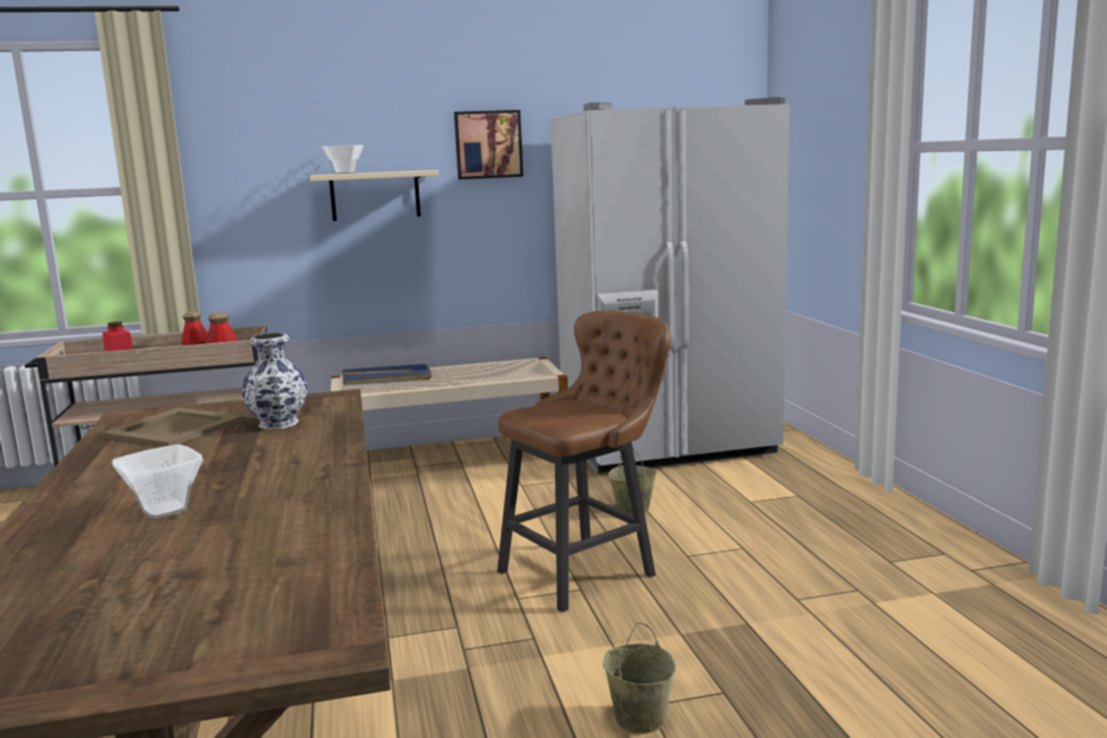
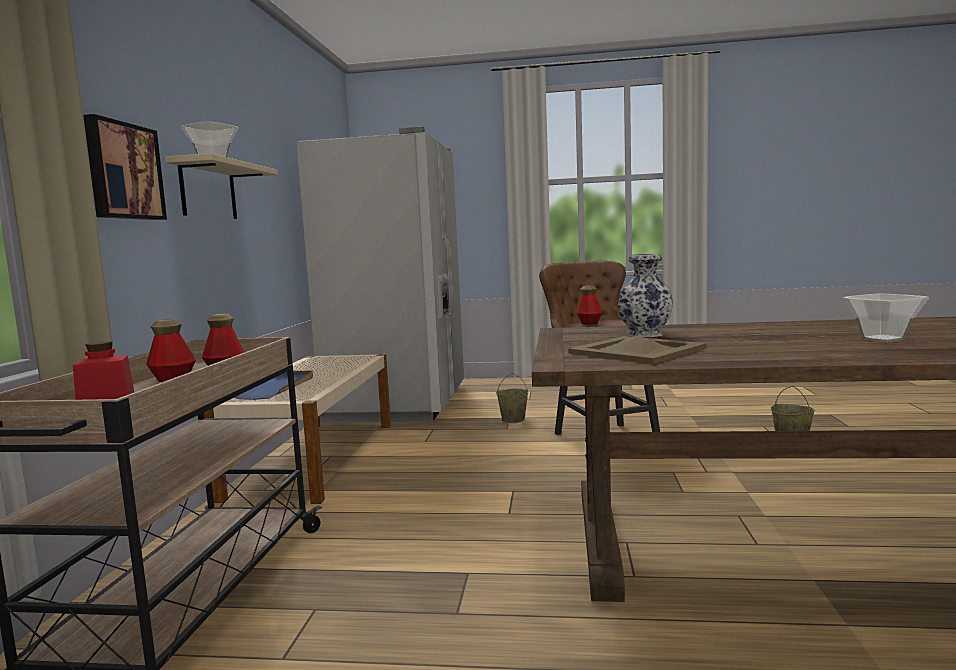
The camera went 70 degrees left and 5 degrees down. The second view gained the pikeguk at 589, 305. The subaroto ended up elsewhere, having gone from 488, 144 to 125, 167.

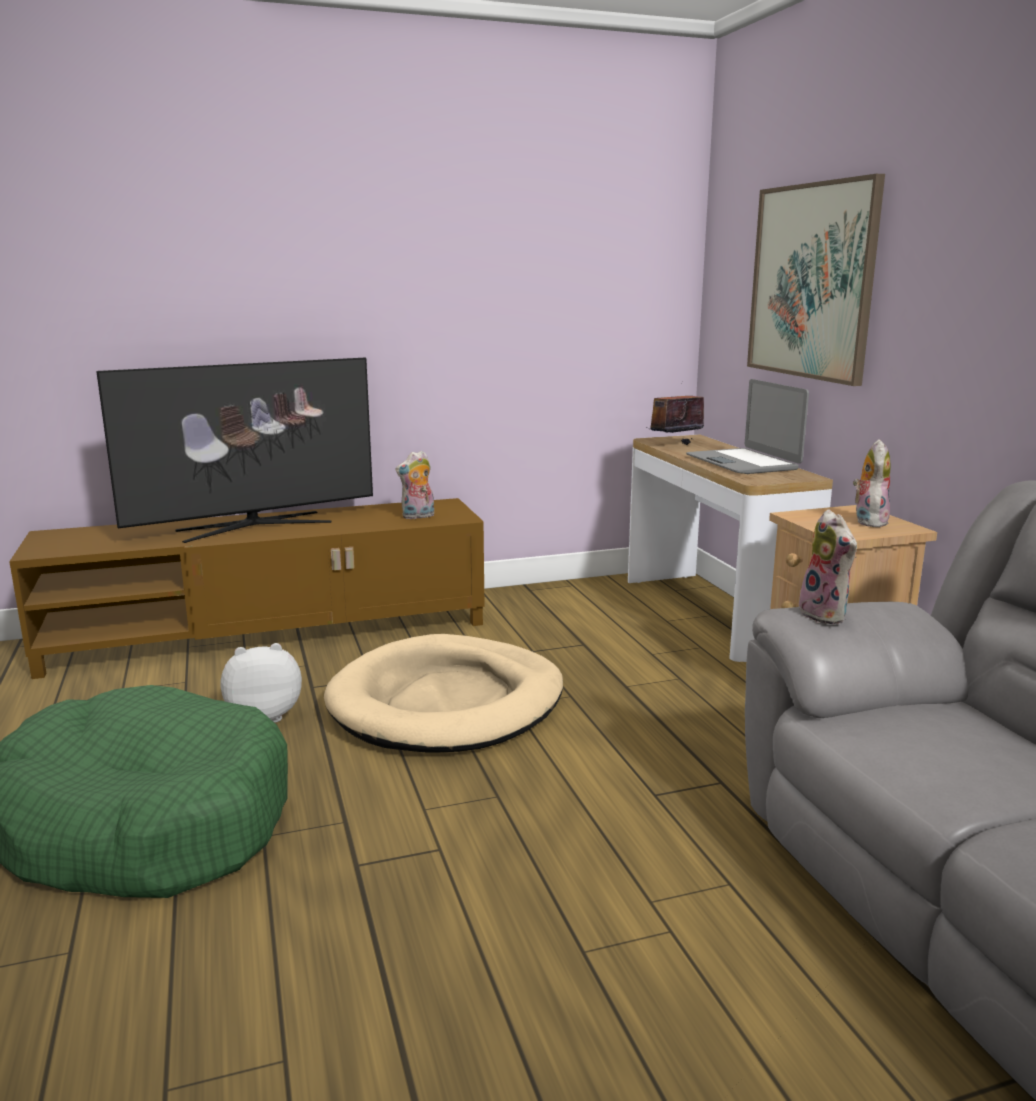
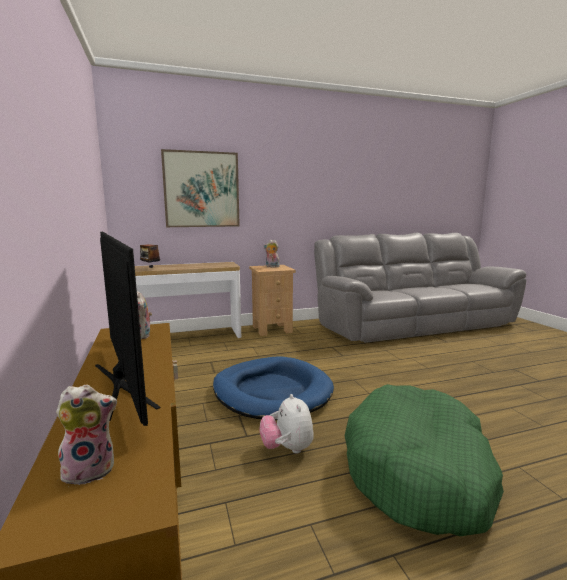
The camera went 90 degrees left and 5 degrees down. The second view lost the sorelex at 747, 426. The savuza ended up elsewhere, having gone from 825, 567 to 86, 434. What was the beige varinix at 443, 693 turned into the blue varinix at 273, 388.

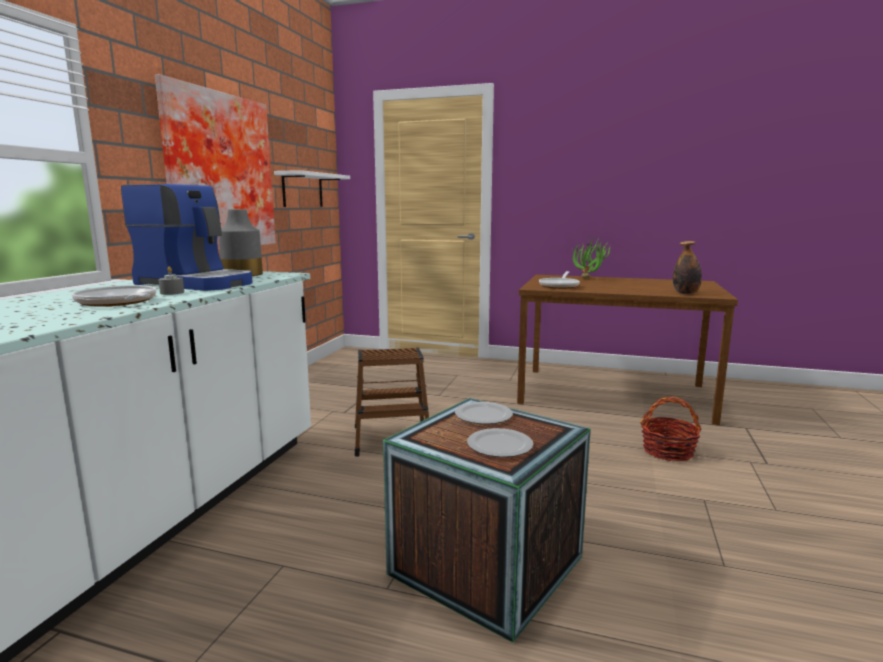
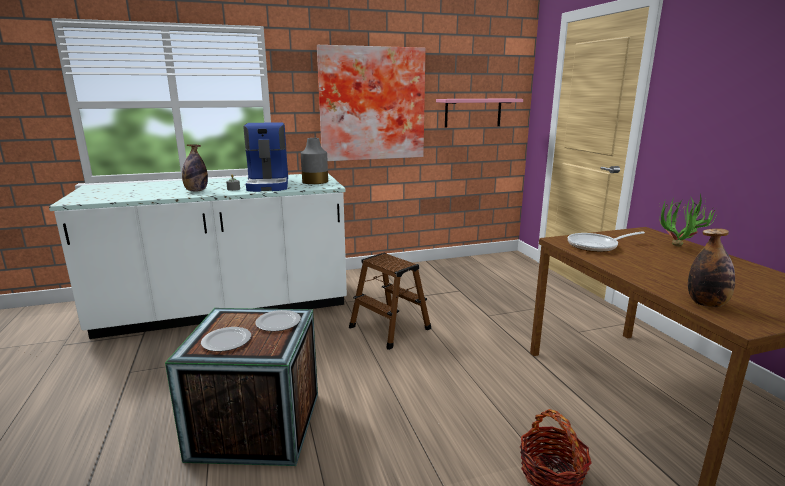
The camera went 55 degrees right and 5 degrees up. Where the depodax stood at 113, 296, the pikeguk came to stand at 195, 167. What was the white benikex at 312, 188 turned into the pink benikex at 479, 113.

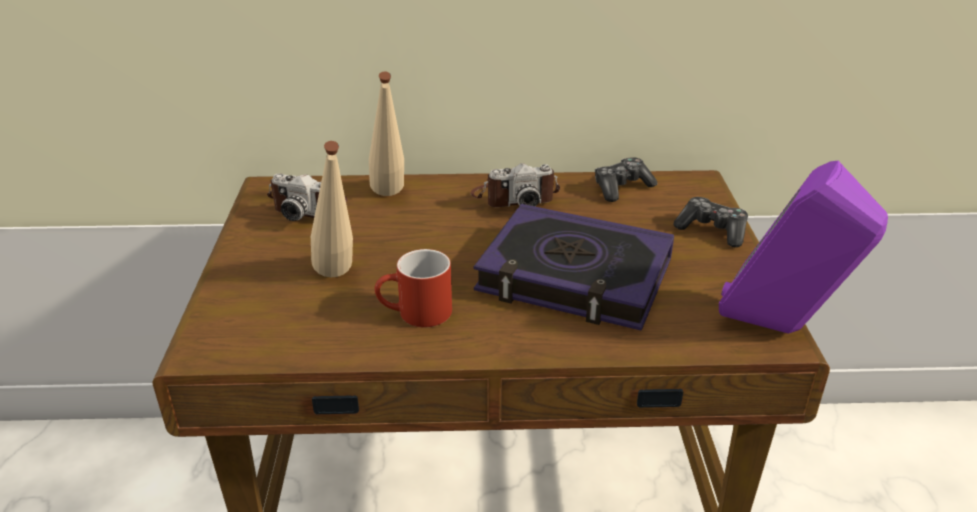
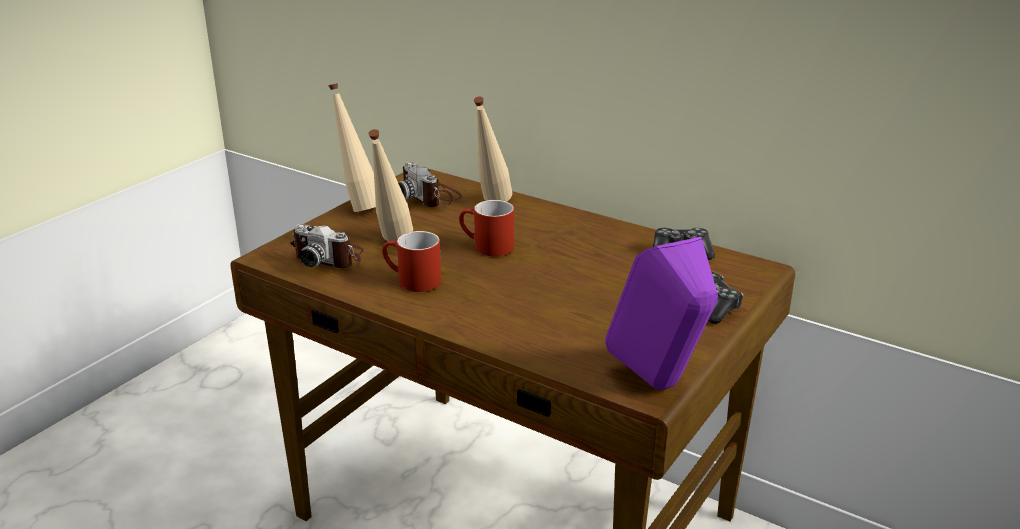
The camera went 35 degrees right and 5 degrees down. The second view lost the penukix at 574, 267. The second view gained the beige pikeguk at 352, 147. The second view gained the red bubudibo at 486, 228. The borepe ended up elsewhere, having gone from 515, 185 to 327, 246.

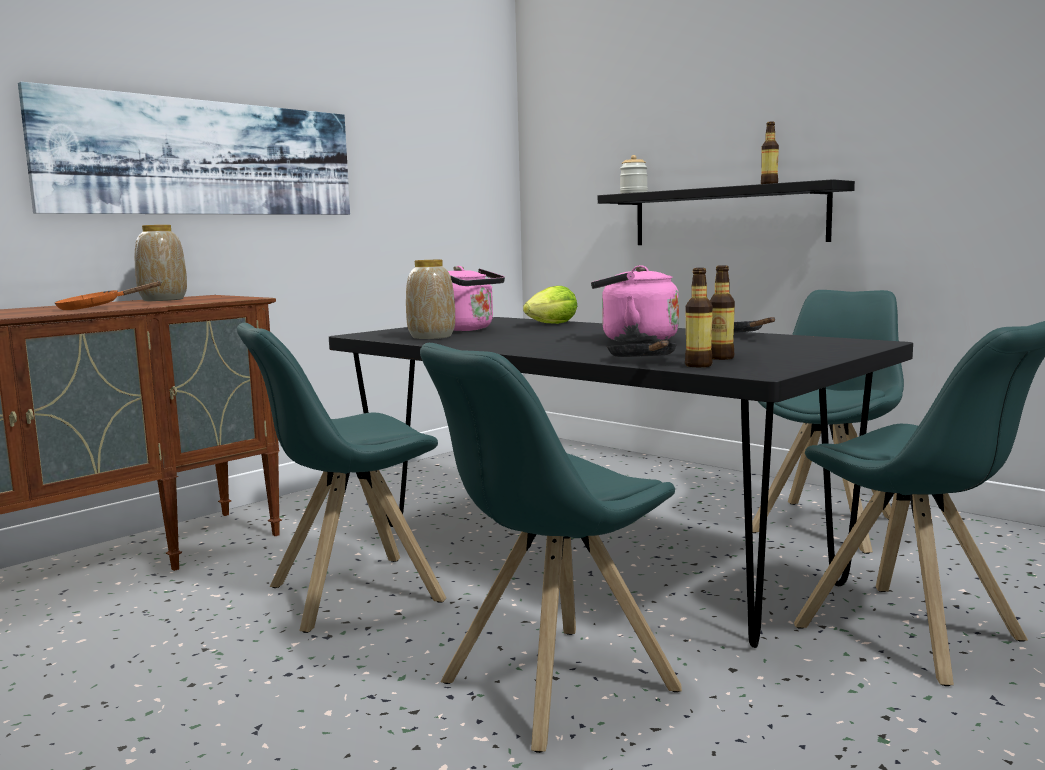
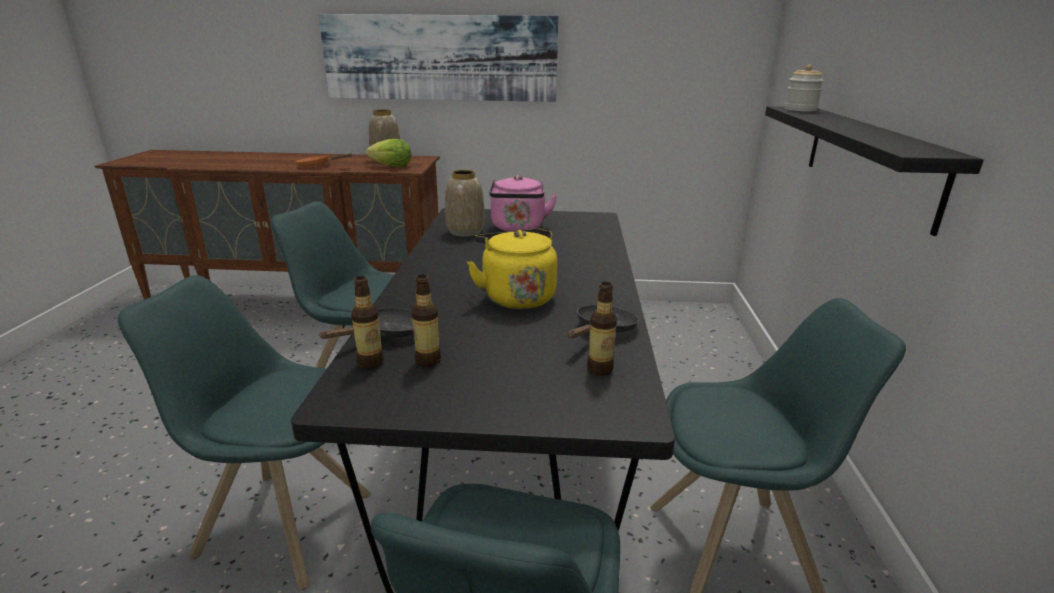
The camera went 50 degrees right and 15 degrees up. The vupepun ended up elsewhere, having gone from 550, 305 to 389, 153. The pikeguk ended up elsewhere, having gone from 770, 153 to 602, 329. What was the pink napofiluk at 635, 304 turned into the yellow napofiluk at 512, 269.

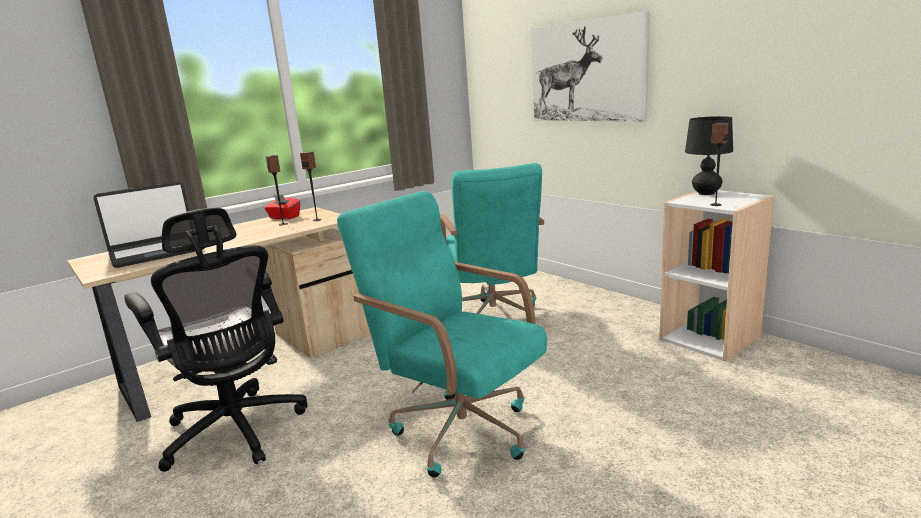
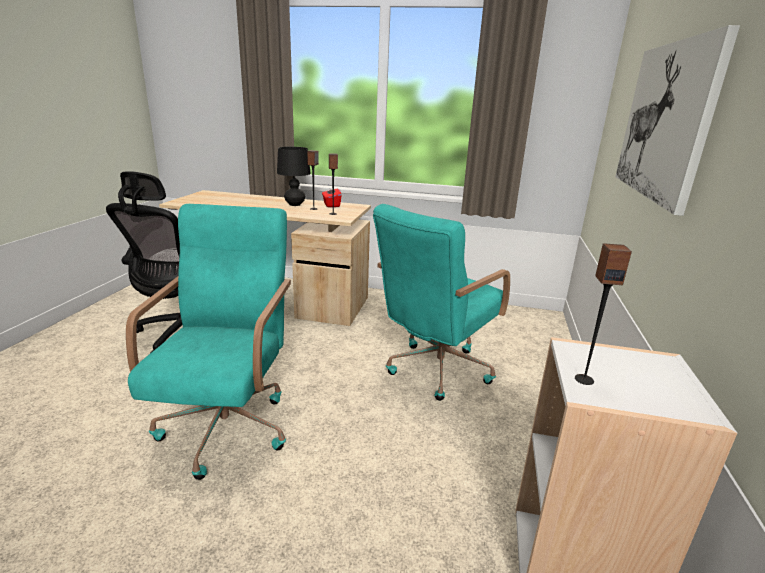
The camera went 50 degrees right and 5 degrees up. The second view lost the sorelex at 149, 225. The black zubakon ended up elsewhere, having gone from 709, 155 to 294, 176.

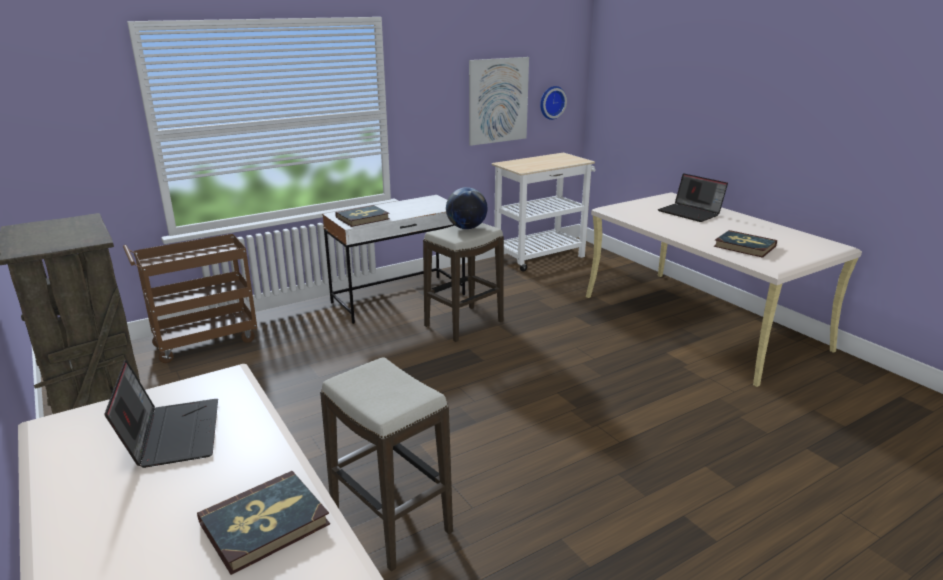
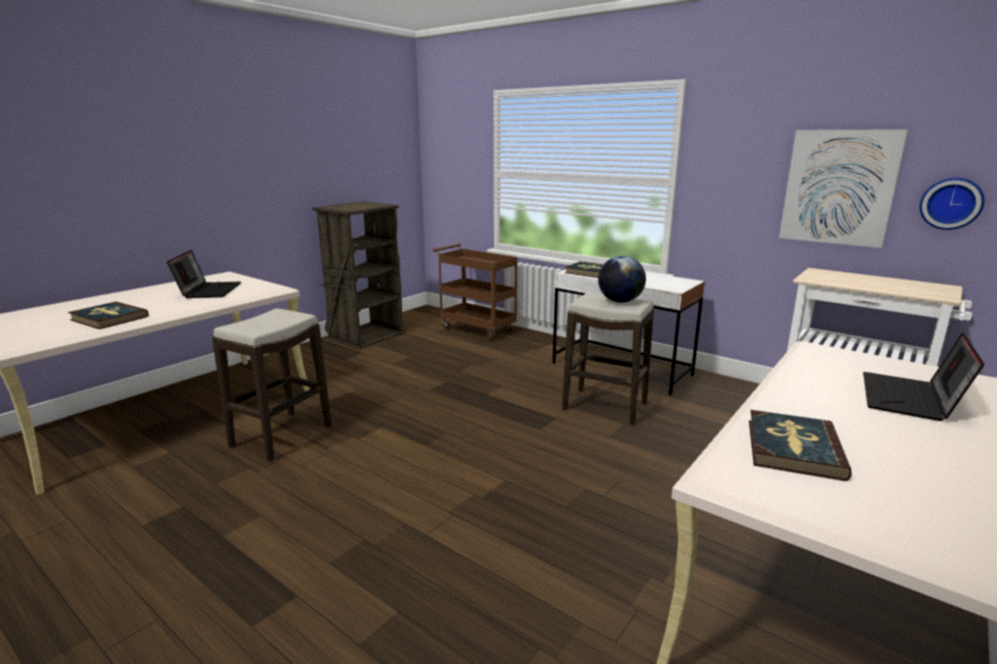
The camera went 70 degrees right and 5 degrees down. The sorelex at 161, 414 ended up facing another way, 60 degrees counterclockwise from before.

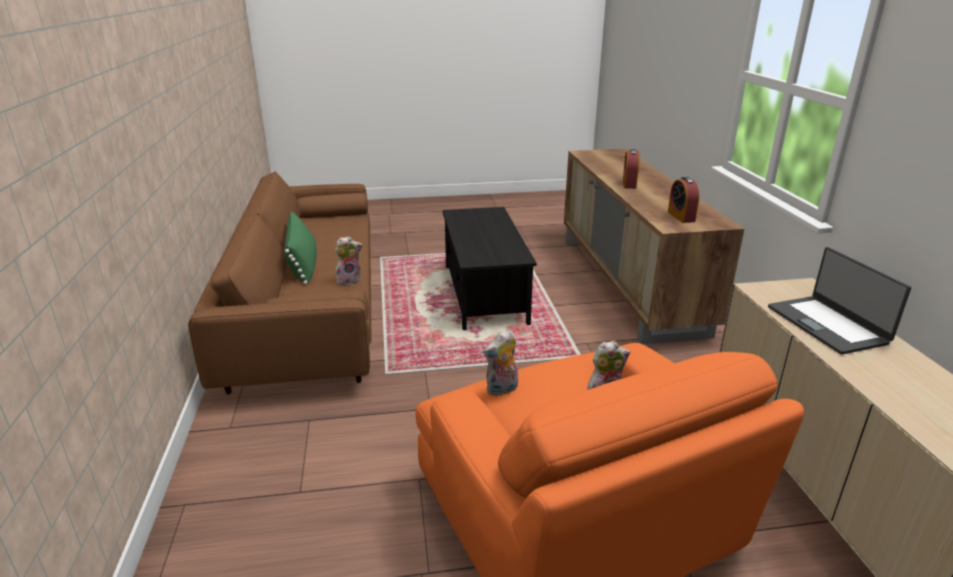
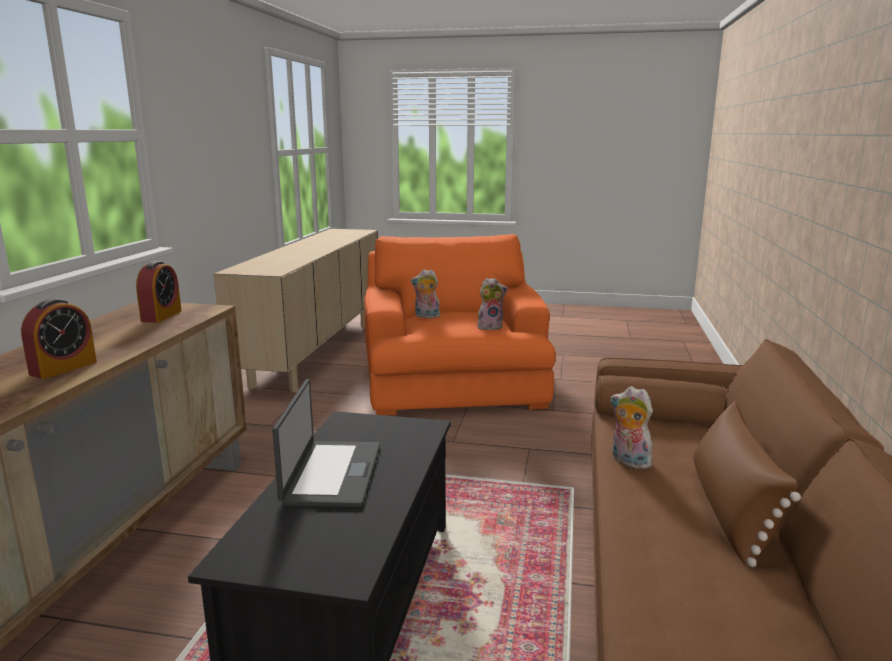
The camera went 160 degrees left and 10 degrees down. The sorelex ended up elsewhere, having gone from 839, 301 to 326, 443. What was the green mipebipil at 300, 248 turned into the brown mipebipil at 747, 484. The savuza at 348, 260 ended up facing another way, 45 degrees clockwise from before.

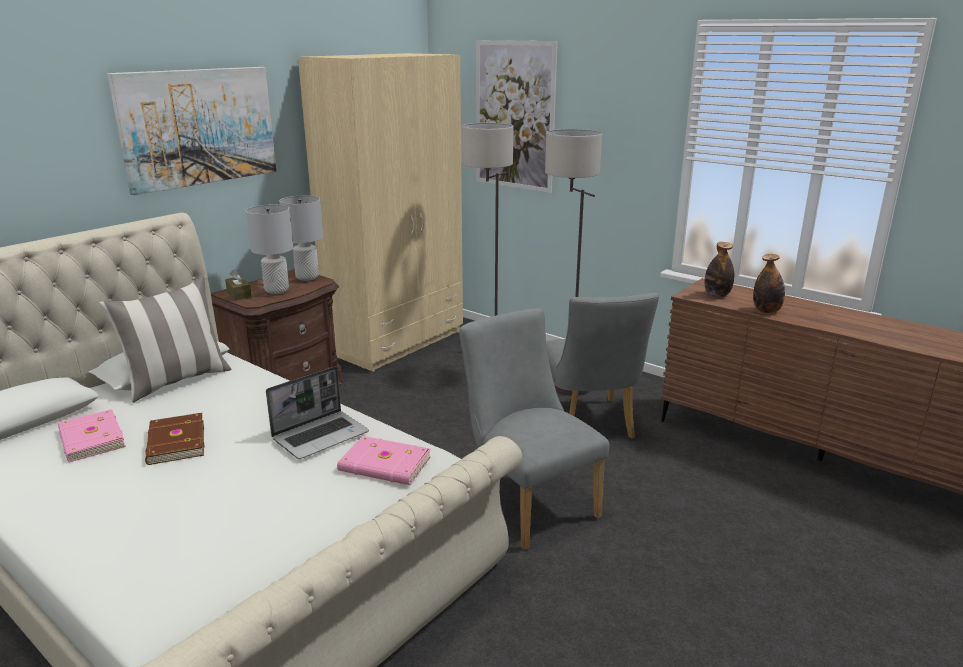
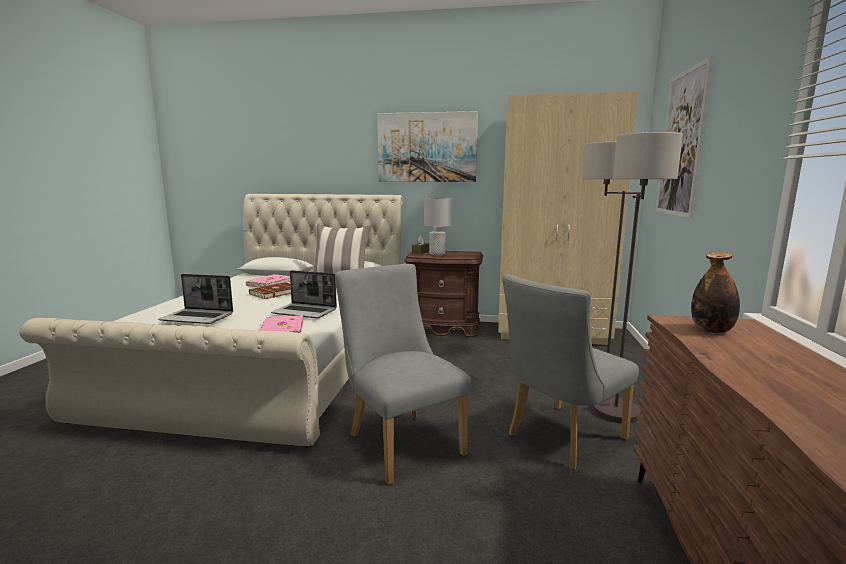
The camera went 60 degrees right and 10 degrees down. The second view lost the grey zubakon at 301, 238. The second view lost the pikeguk at 769, 283. The second view gained the sorelex at 195, 299. The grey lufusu at 534, 429 ended up facing another way, 60 degrees counterclockwise from before.

